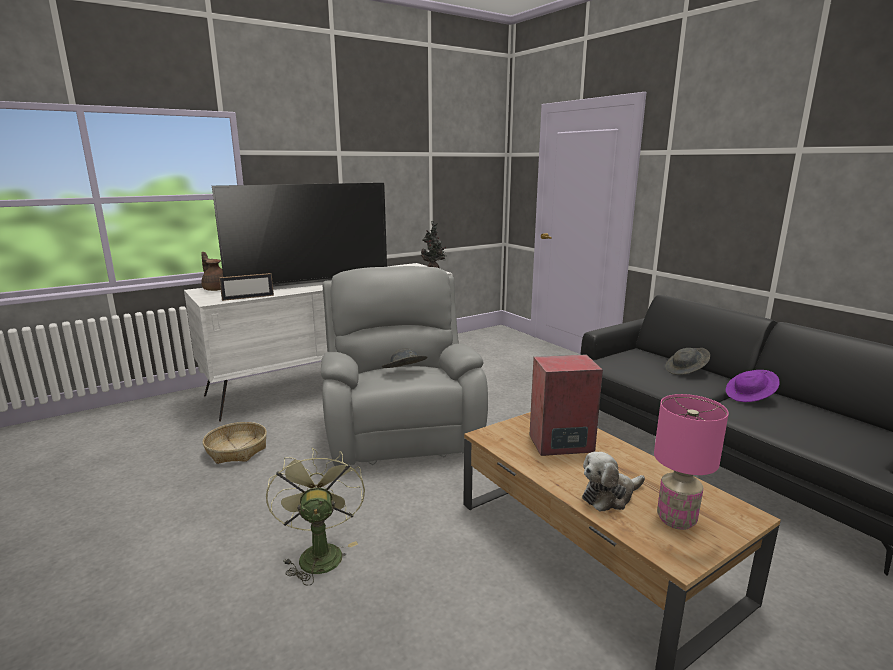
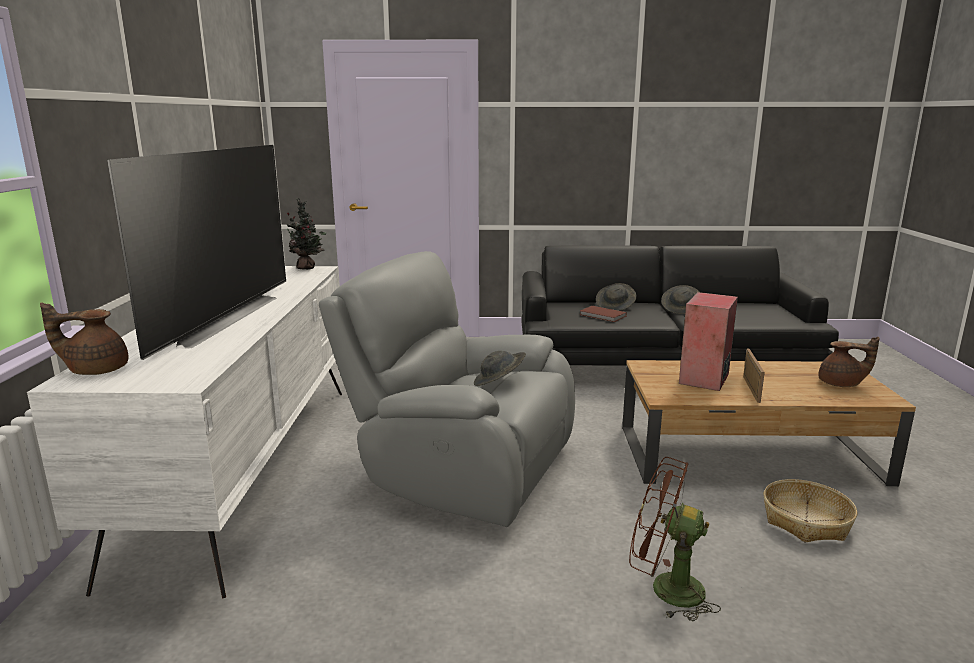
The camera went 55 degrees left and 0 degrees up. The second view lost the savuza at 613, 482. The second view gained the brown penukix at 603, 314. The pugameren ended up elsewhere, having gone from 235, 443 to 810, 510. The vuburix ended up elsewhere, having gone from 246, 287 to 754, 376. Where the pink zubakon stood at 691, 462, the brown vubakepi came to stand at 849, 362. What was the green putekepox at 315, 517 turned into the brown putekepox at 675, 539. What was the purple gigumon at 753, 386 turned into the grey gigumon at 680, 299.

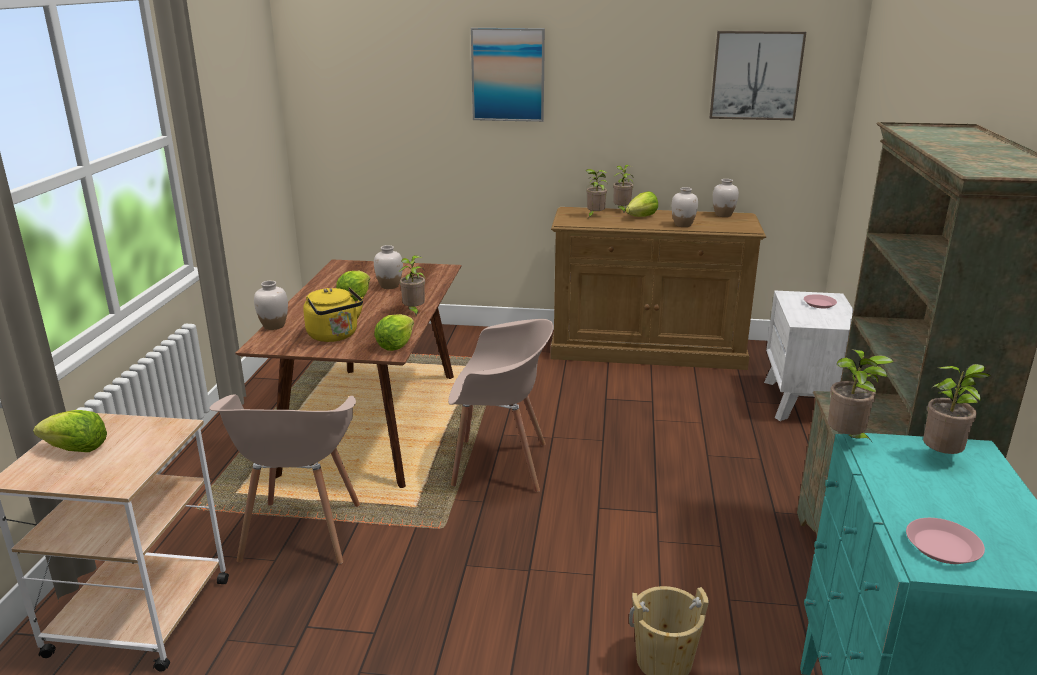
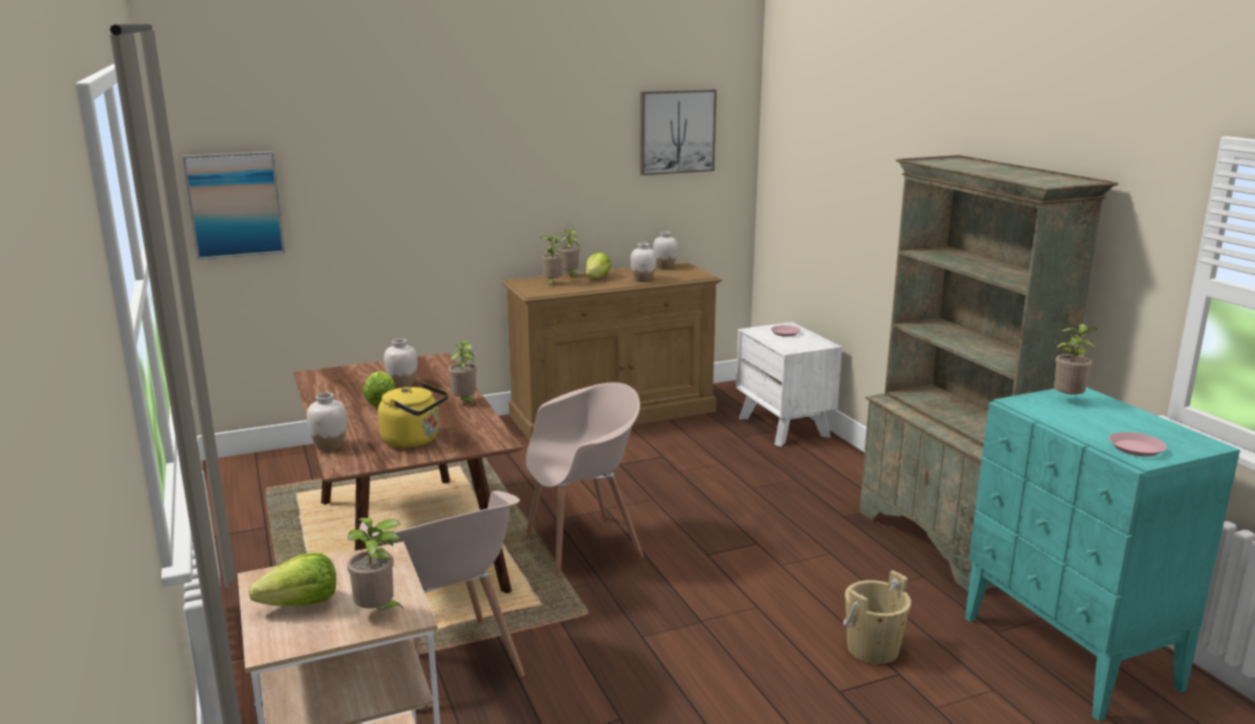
The camera went 30 degrees left and 5 degrees down. The second view lost the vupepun at 394, 332. The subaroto ended up elsewhere, having gone from 508, 75 to 233, 205. The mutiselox ended up elsewhere, having gone from 861, 395 to 375, 564.

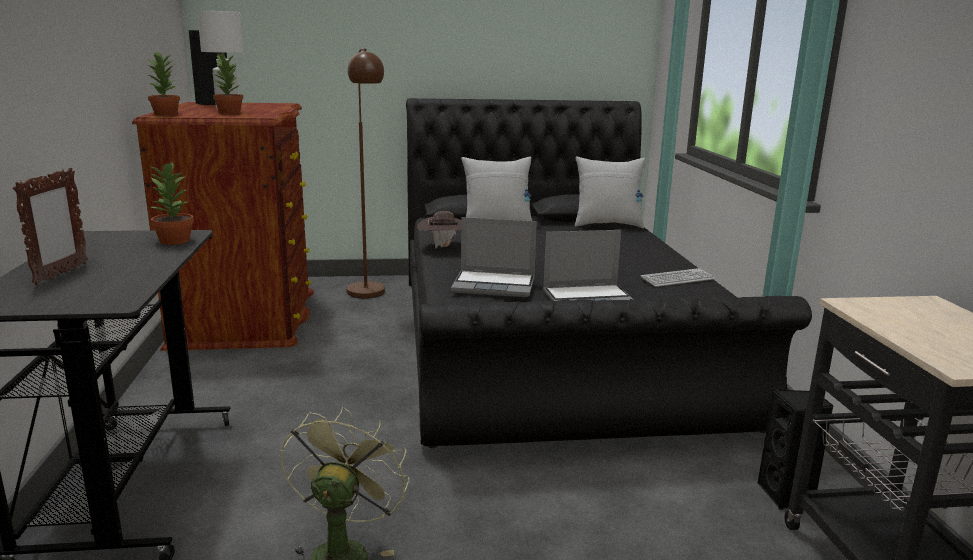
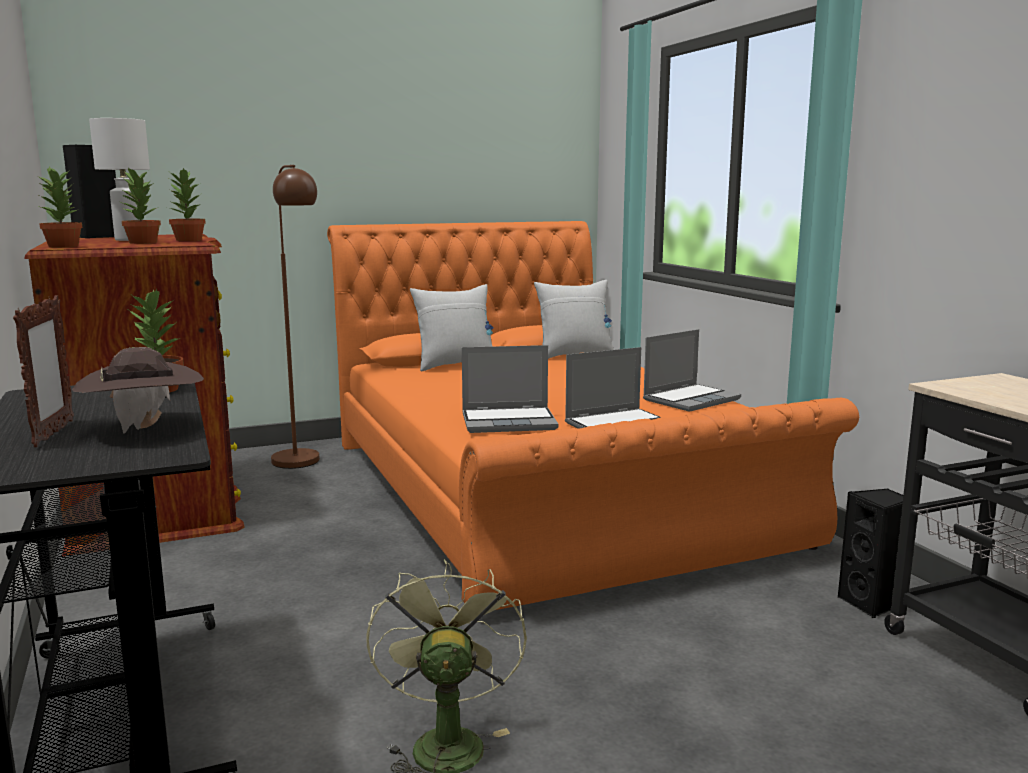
The camera went 15 degrees left and 5 degrees down. The second view gained the mutiselox at 187, 204. The brown gigumon ended up elsewhere, having gone from 439, 230 to 138, 390. Where the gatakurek stood at 678, 277, the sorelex came to stand at 692, 370. What was the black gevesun at 609, 273 turned into the orange gevesun at 593, 415.

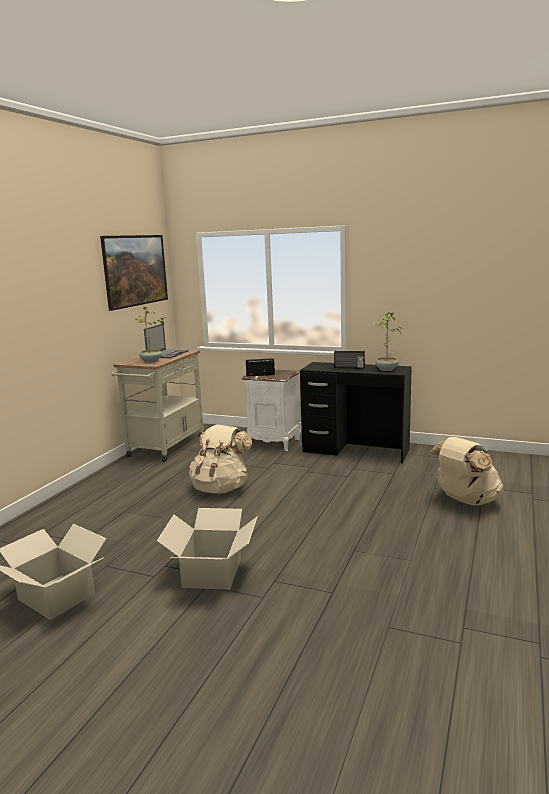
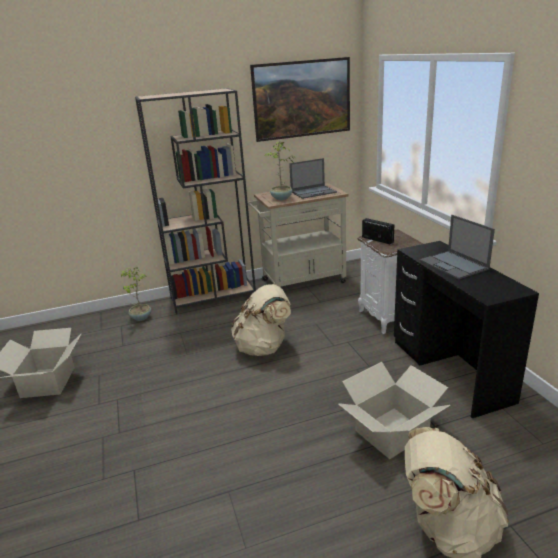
The camera went 50 degrees right and 10 degrees up. The second view gained the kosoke at 195, 201. The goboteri ended up elsewhere, having gone from 207, 549 to 394, 410. The mutiselox ended up elsewhere, having gone from 388, 341 to 135, 294. Where the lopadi stood at 349, 360, the sorelex came to stand at 457, 247.

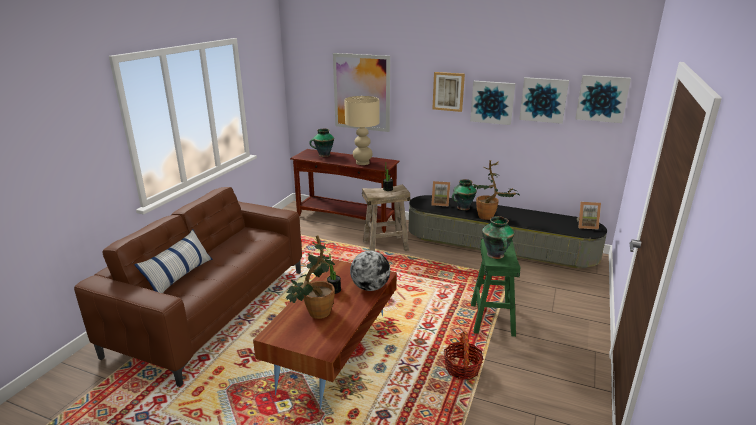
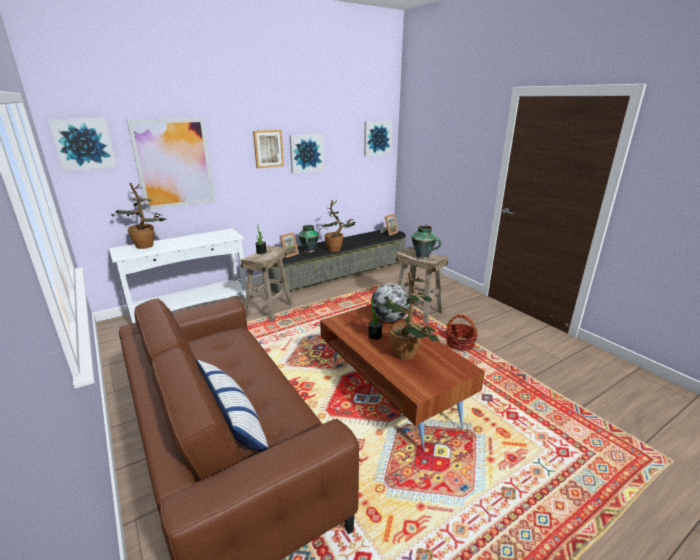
The camera went 55 degrees left and 0 degrees up. The second view lost the beige zubakon at 361, 130. The subaroto ended up elsewhere, having gone from 544, 100 to 82, 144. Where the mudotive stood at 321, 142, the mutiselox came to stand at 139, 216. What was the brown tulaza at 345, 191 turned into the white tulaza at 178, 276. What was the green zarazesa at 496, 288 turned into the beige zarazesa at 422, 285.

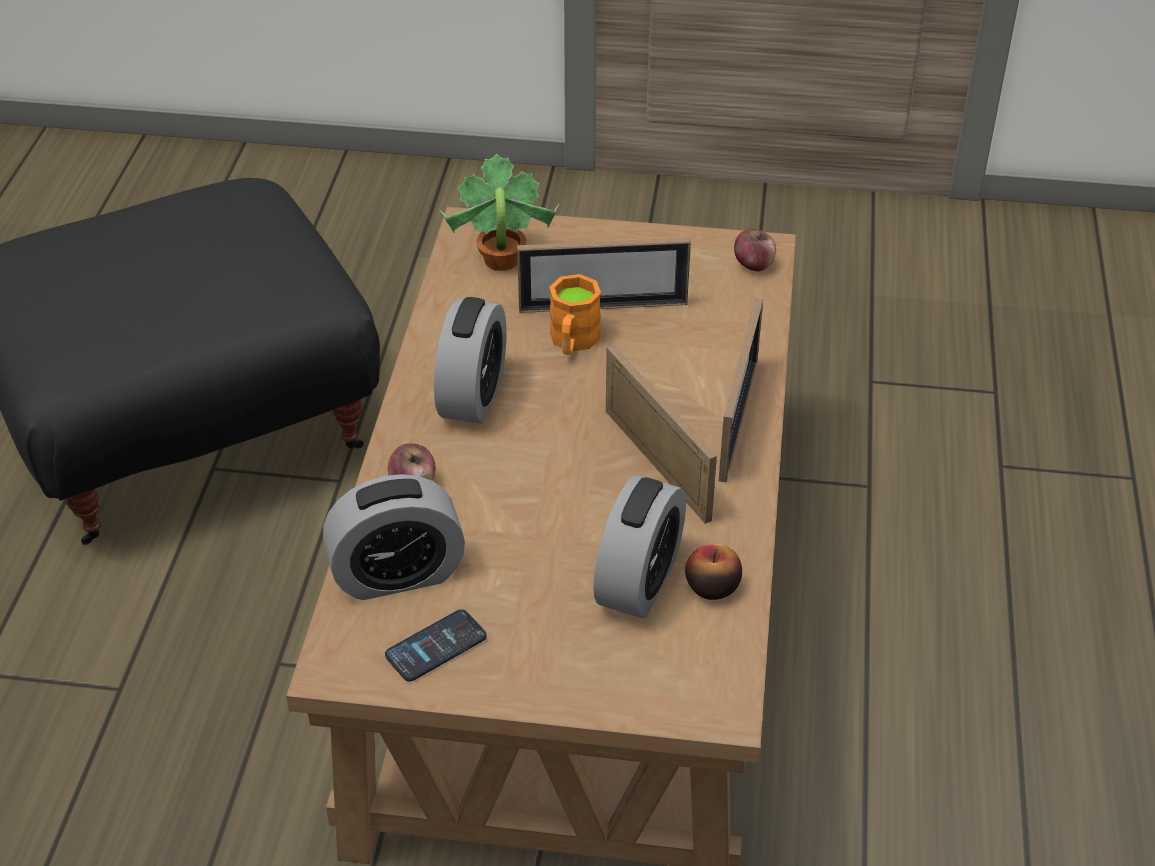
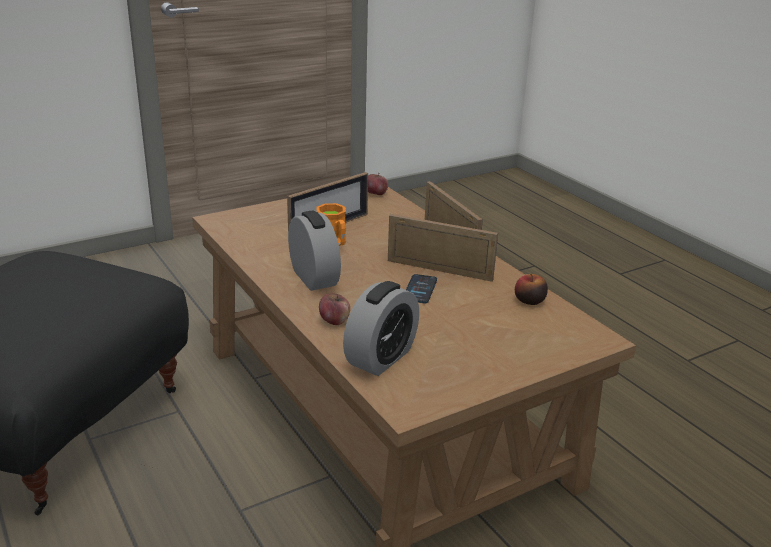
The camera went 40 degrees left and 15 degrees down. The second view lost the mutiselox at 500, 212. The second view lost the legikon at 639, 547. The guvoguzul ended up elsewhere, having gone from 436, 645 to 421, 288.

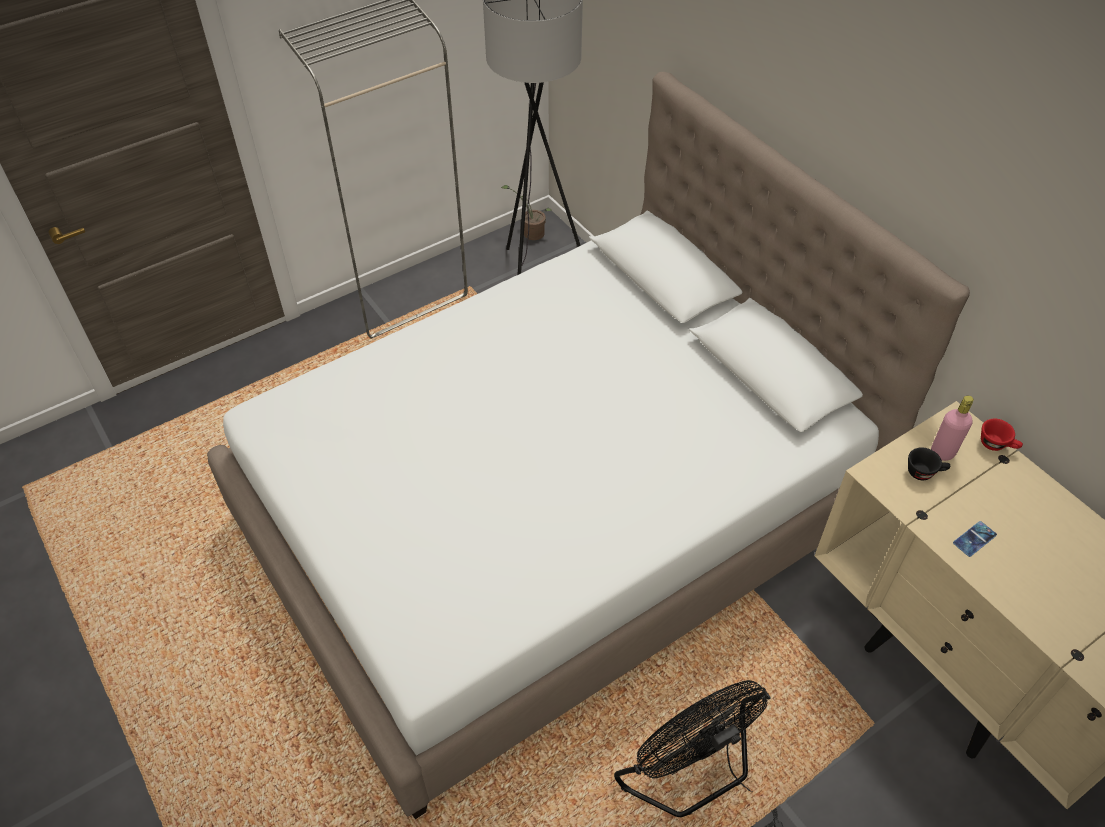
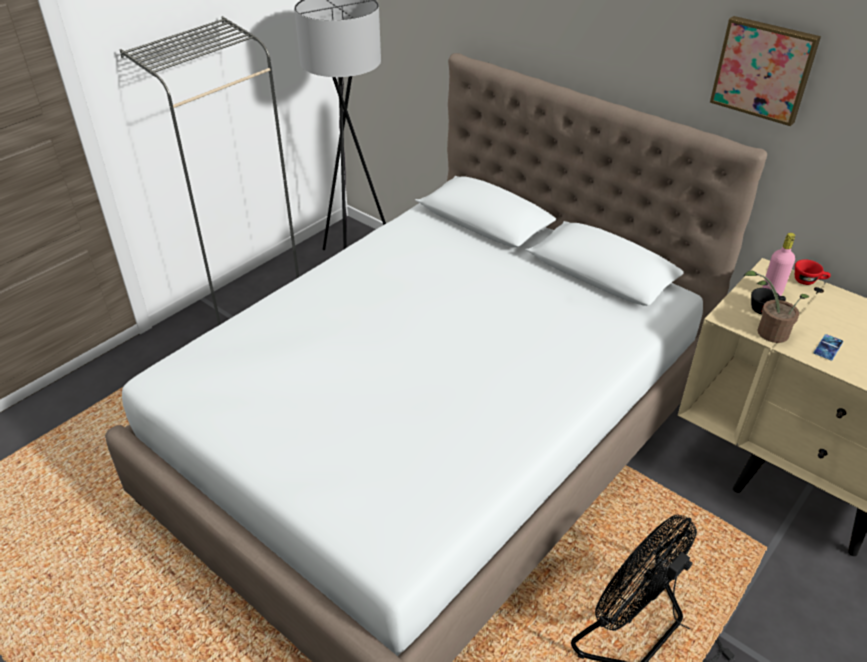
The camera went 15 degrees left and 10 degrees down. The second view gained the subaroto at 765, 71. The mutiselox ended up elsewhere, having gone from 527, 212 to 777, 306.

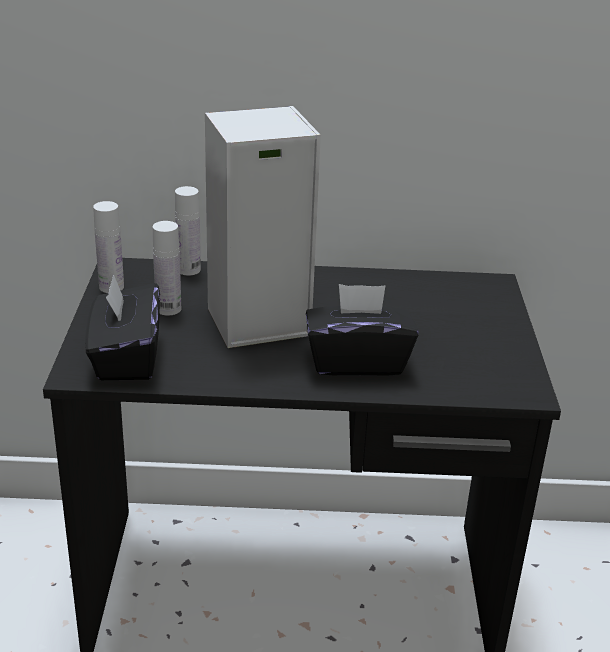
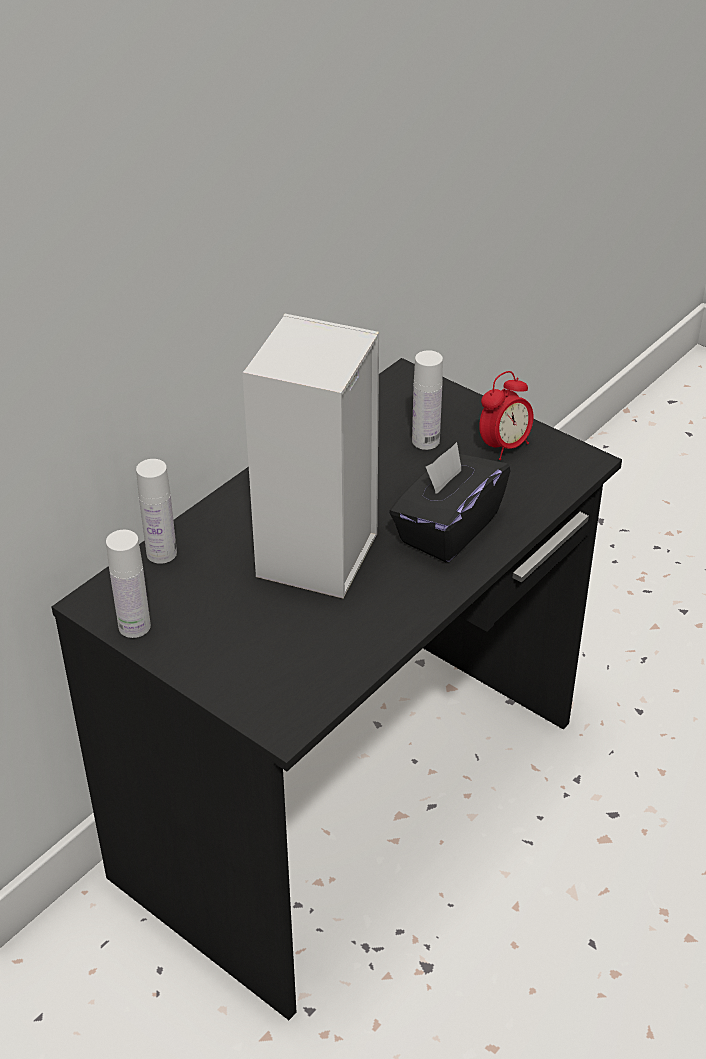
The camera went 50 degrees left and 10 degrees up. The second view lost the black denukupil at 122, 327. The second view gained the legikon at 506, 415. The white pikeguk ended up elsewhere, having gone from 167, 268 to 427, 400.

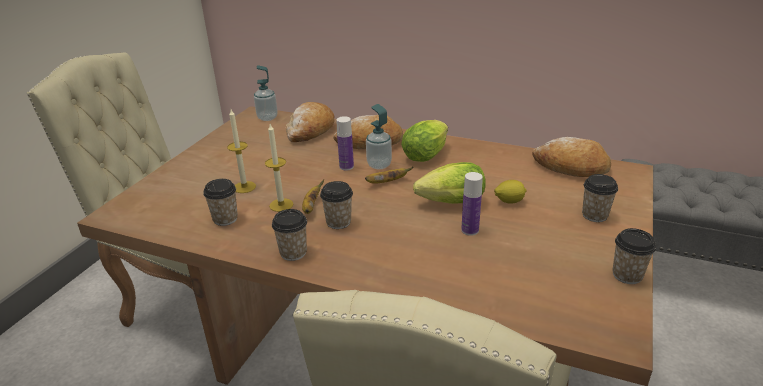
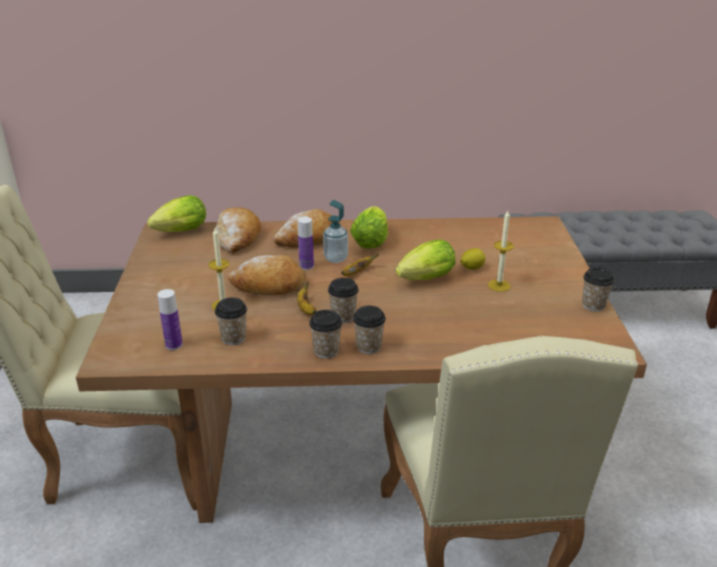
The camera went 25 degrees left and 0 degrees up. The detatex ended up elsewhere, having gone from 279, 168 to 501, 251. The pikeguk ended up elsewhere, having gone from 472, 204 to 170, 319. The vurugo ended up elsewhere, having gone from 571, 157 to 267, 275. The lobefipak ended up elsewhere, having gone from 600, 198 to 369, 330. Where the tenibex stood at 266, 93, the vupepun came to stand at 176, 213.

